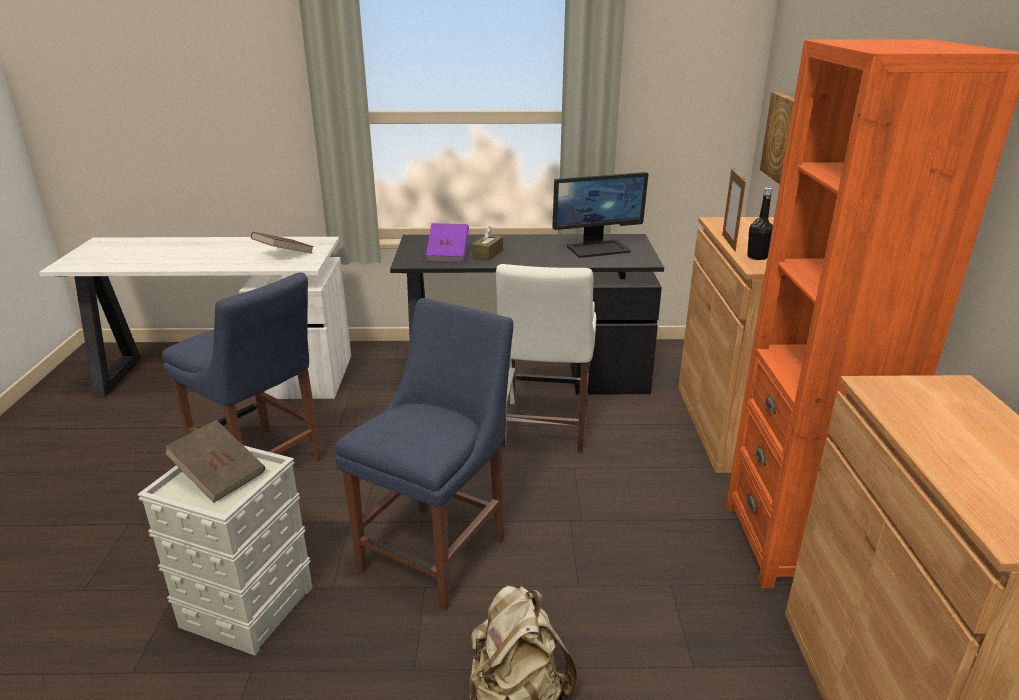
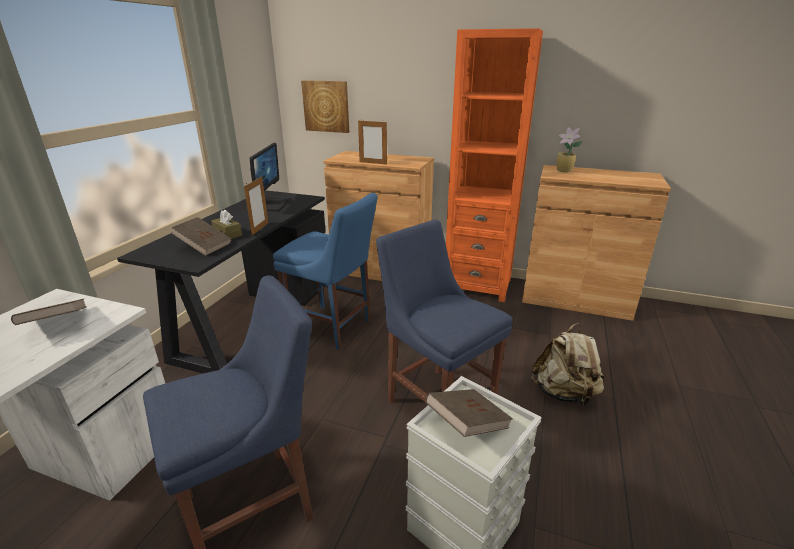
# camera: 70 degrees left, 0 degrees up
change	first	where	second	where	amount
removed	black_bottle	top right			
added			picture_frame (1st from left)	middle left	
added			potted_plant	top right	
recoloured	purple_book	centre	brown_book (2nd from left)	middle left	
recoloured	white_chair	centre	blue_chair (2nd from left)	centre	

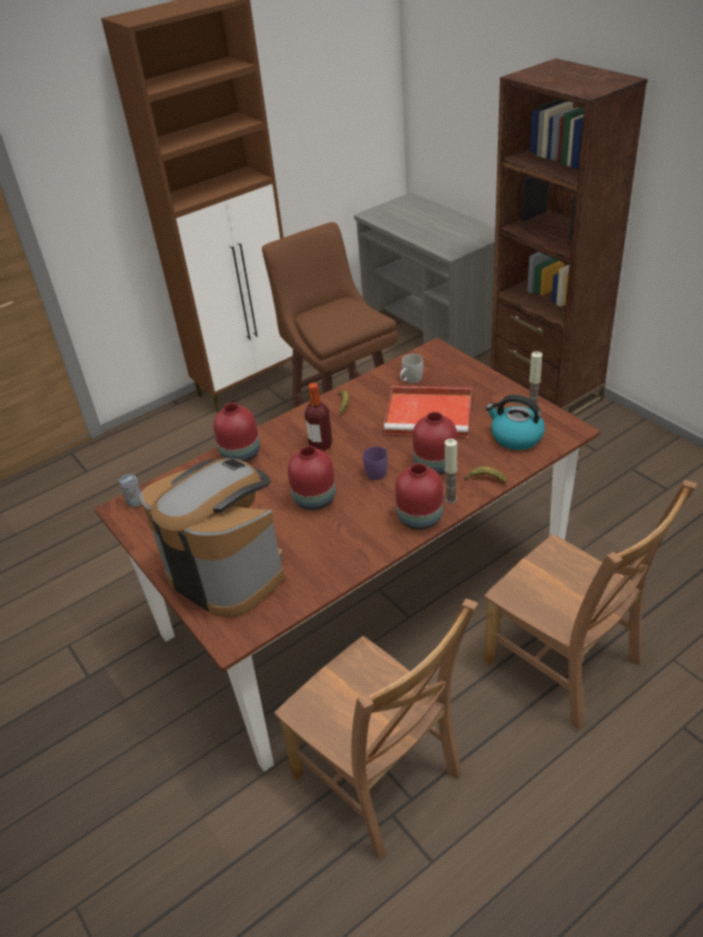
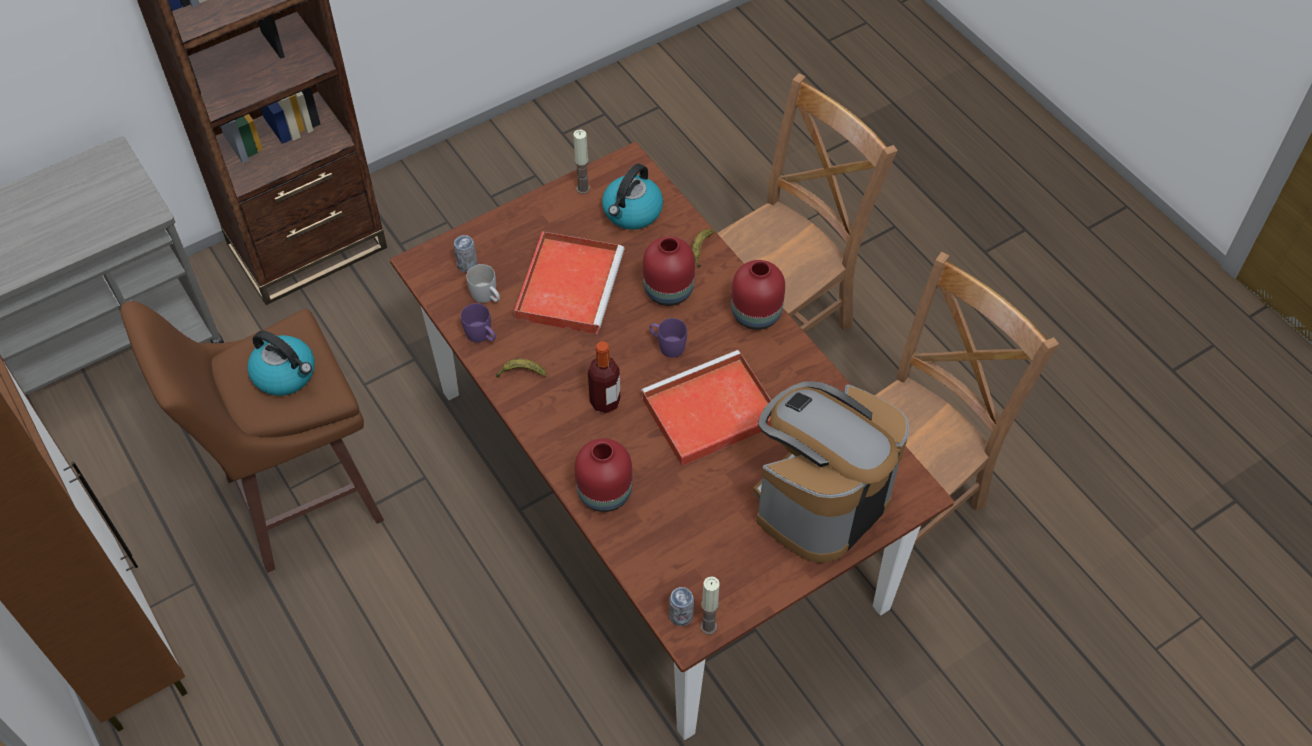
# camera: 90 degrees left, 15 degrees up
change	first	where	second	where	amount
added			kettle (1st from left)	middle left	
added			can (1st from left)	centre	
added			purple_mug (1st from left)	centre	
moved	candle (1st from left in the first image)	centre	candle (2nd from left)	bottom centre	
replaced	red_vase (2nd from left)	centre	red_tray (2nd from left)	centre	

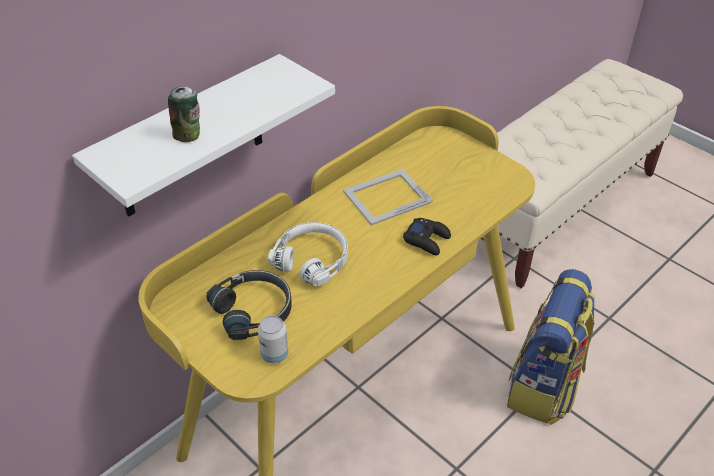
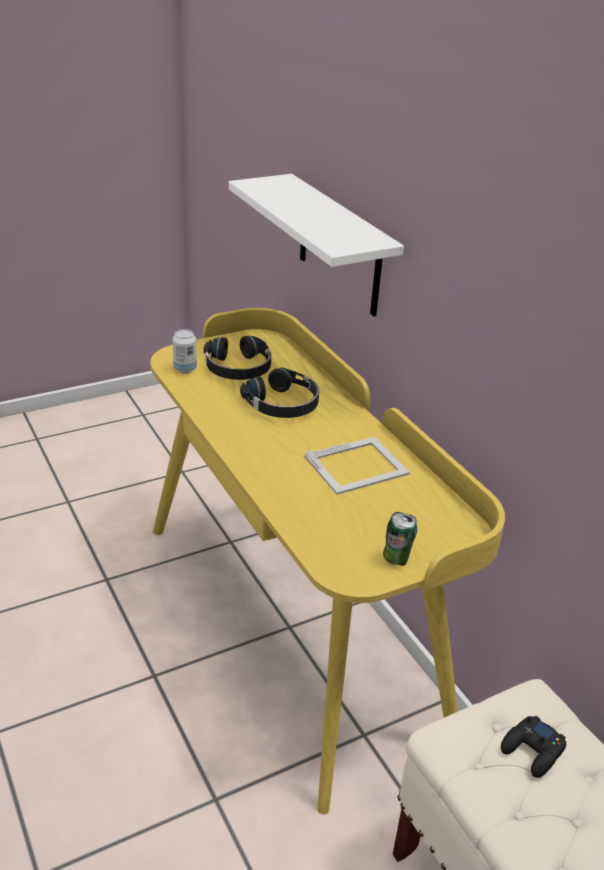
# camera: 105 degrees right, 10 degrees down
change	first	where	second	where	amount
removed	backpack	bottom right			
moved	can (1st from left in the first image)	top left	can (2nd from left)	centre	
moved	black_game_controller	centre		bottom right	
recoloured	white_headphones	centre	black_headphones (2nd from left)	centre	
turned	picture_frame	centre		centre	75 degrees clockwise

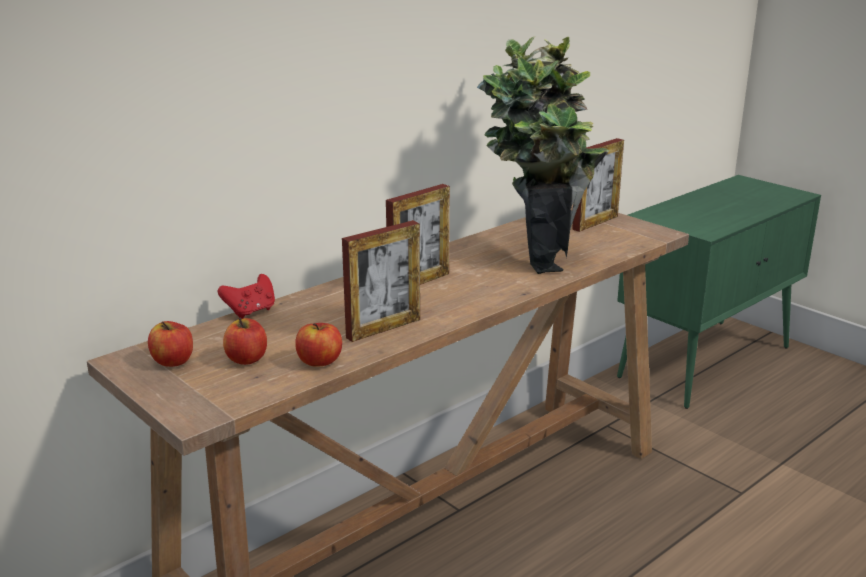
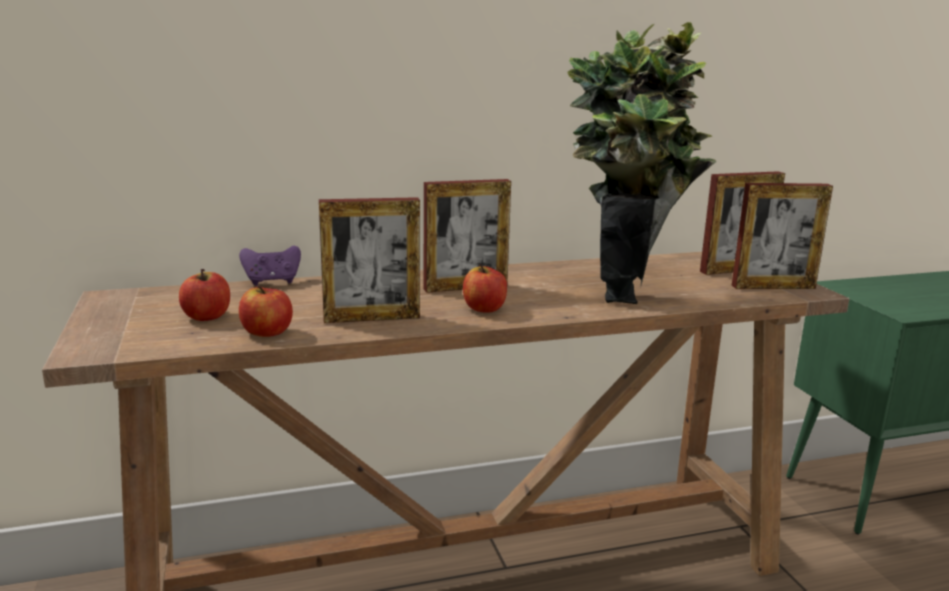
# camera: 25 degrees right, 5 degrees down
change	first	where	second	where	amount
added			picture_frame (4th from left)	middle right	
moved	apple (1st from left in the first image)	middle left	apple (3rd from left)	centre	
recoloured	red_game_controller	middle left	purple_game_controller	middle left	

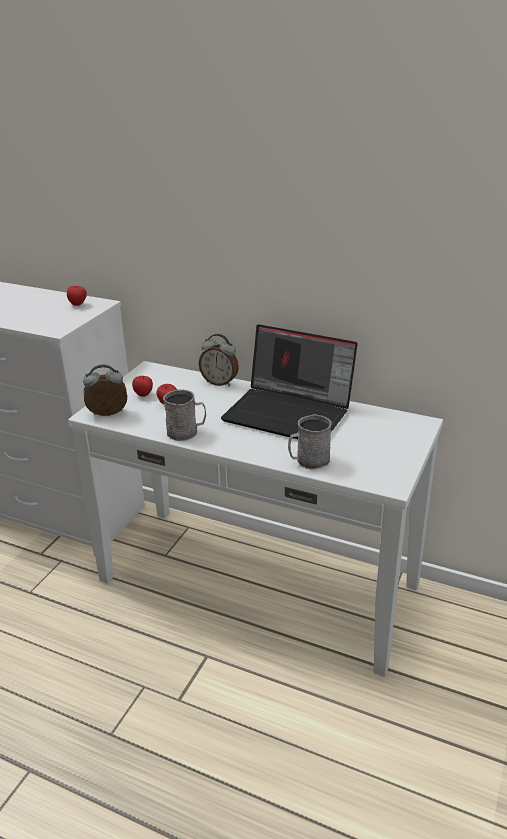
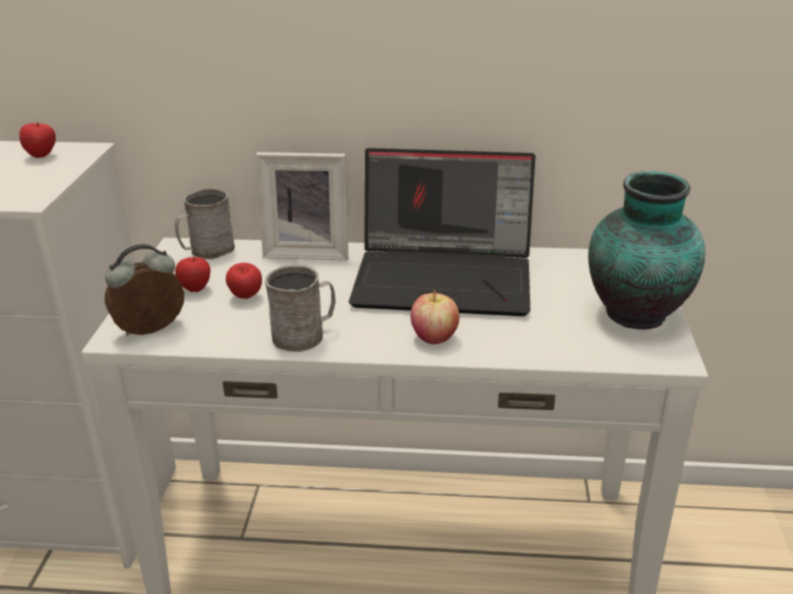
# camera: 20 degrees left, 0 degrees up
change	first	where	second	where	amount
added			apple (4th from left)	centre	
added			vase	middle right	
moved	grey_mug (2nd from left in the first image)	centre	grey_mug (1st from left)	middle left	
replaced	alarm_clock (2nd from left)	centre	picture_frame	centre	

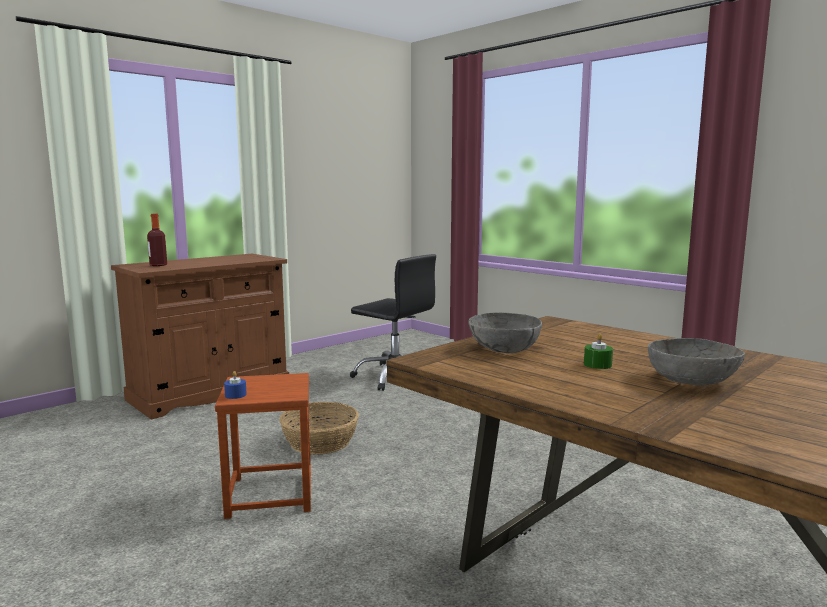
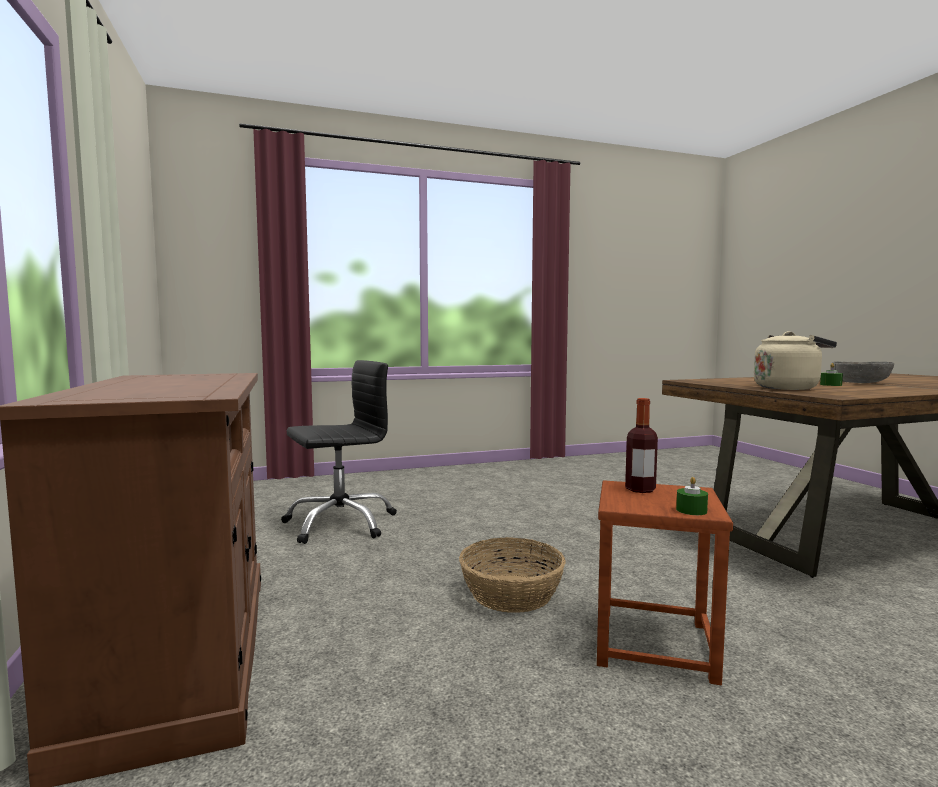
# camera: 65 degrees left, 5 degrees down
change	first	where	second	where	amount
moved	bottle	middle left		middle right	
replaced	grey_bowl (1st from left)	centre	beige_kettle	middle right	
recoloured	blue_candle	middle left	green_candle (1st from left)	middle right	

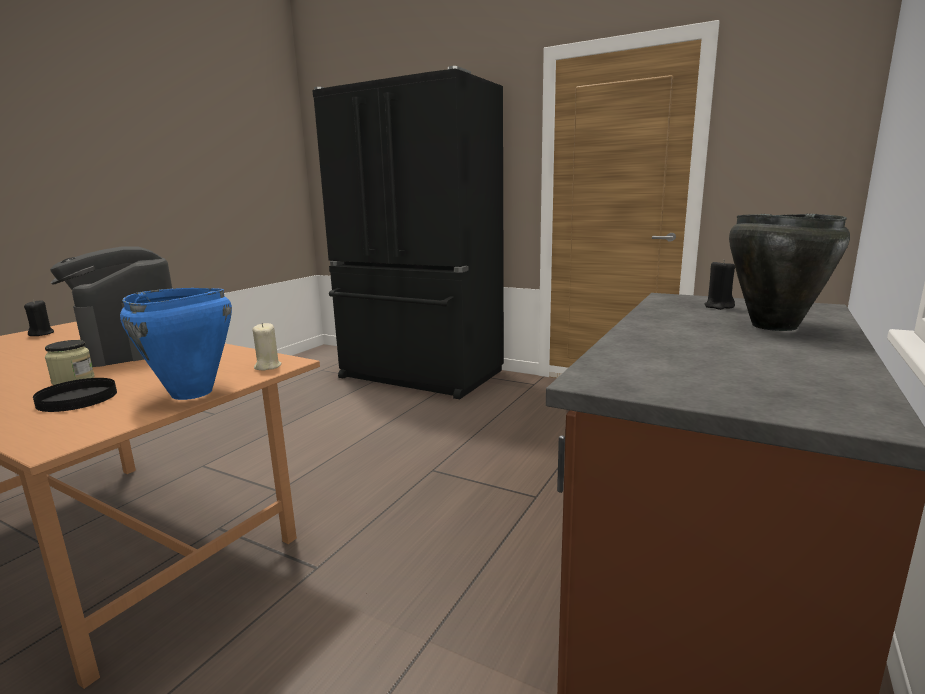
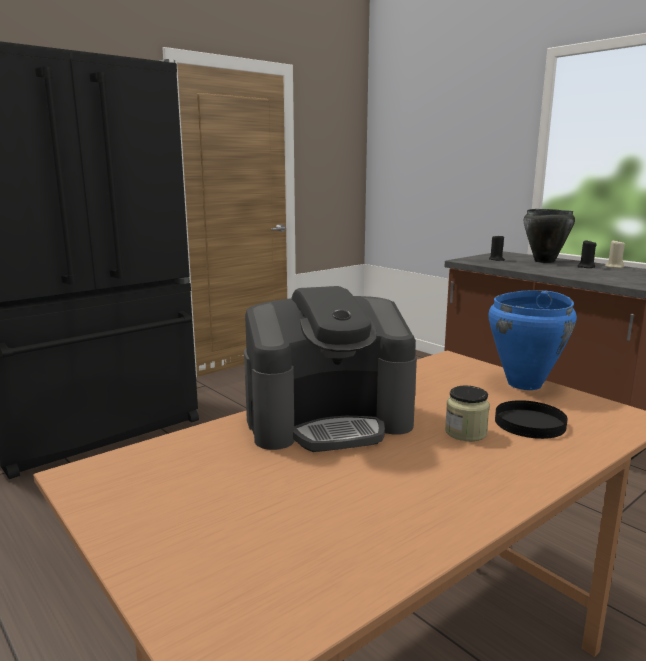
# camera: 70 degrees left, 0 degrees up
change	first	where	second	where	amount
moved	black_candle (1st from left in the first image)	middle left	black_candle (2nd from left)	middle right	
moved	beige_candle	middle left		middle right	

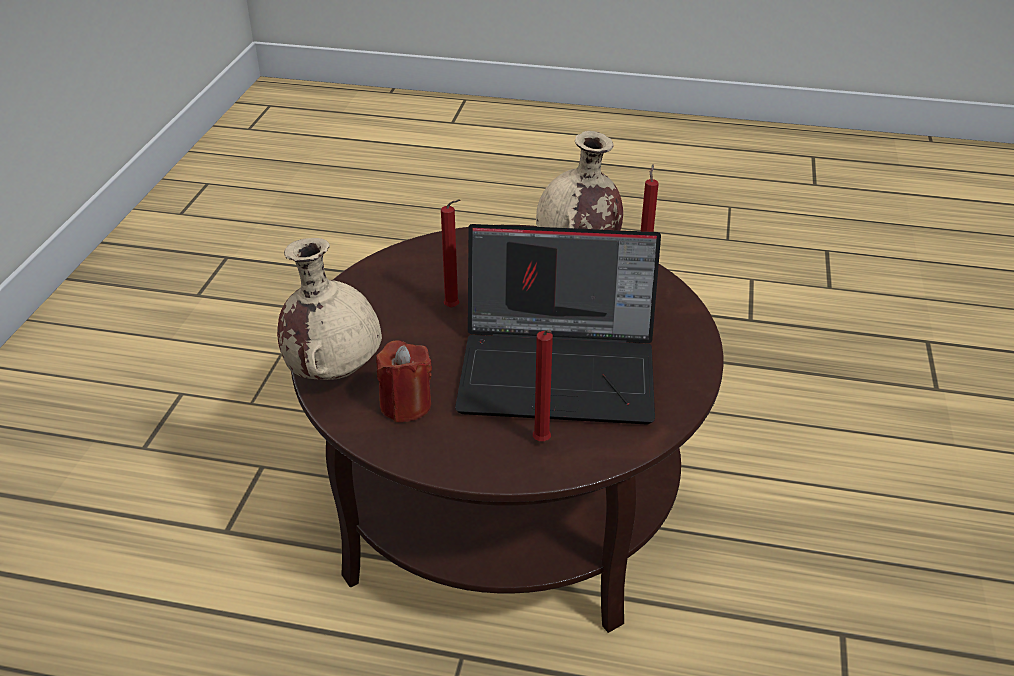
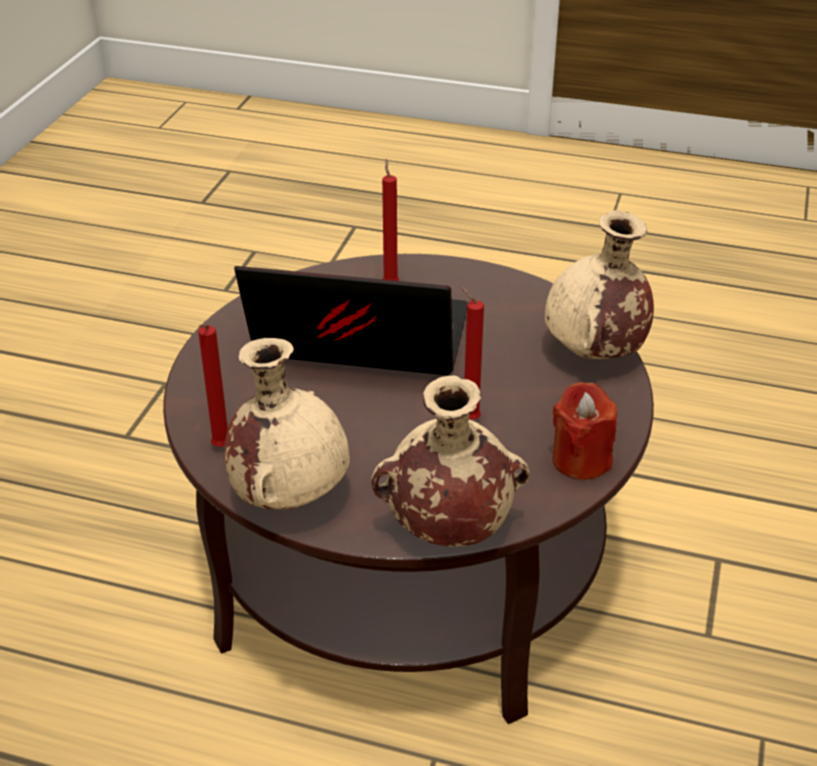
# camera: 175 degrees left, 0 degrees up
change	first	where	second	where	amount
added			beige_vase (2nd from left)	centre	
moved	red_candle (1st from left in the first image)	centre	red_candle (4th from left)	middle right	

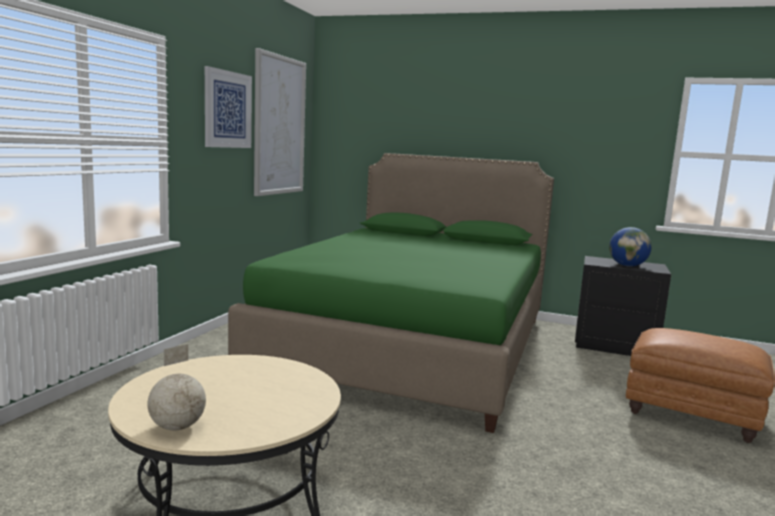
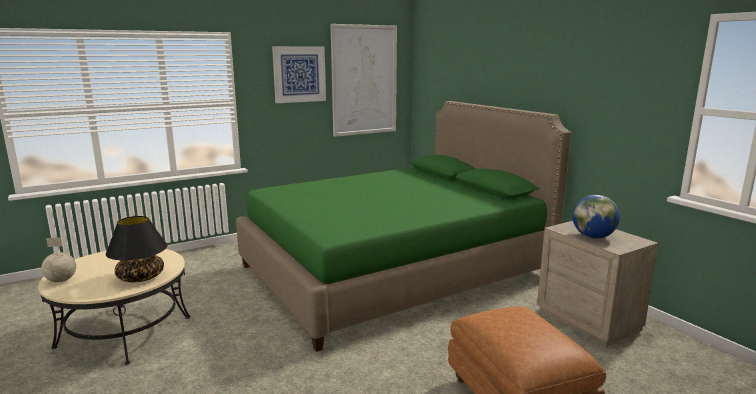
# camera: 40 degrees right, 5 degrees up
change	first	where	second	where	amount
added			black_table_lamp	middle left	
recoloured	black_nightstand	middle right	beige_nightstand	bottom right	

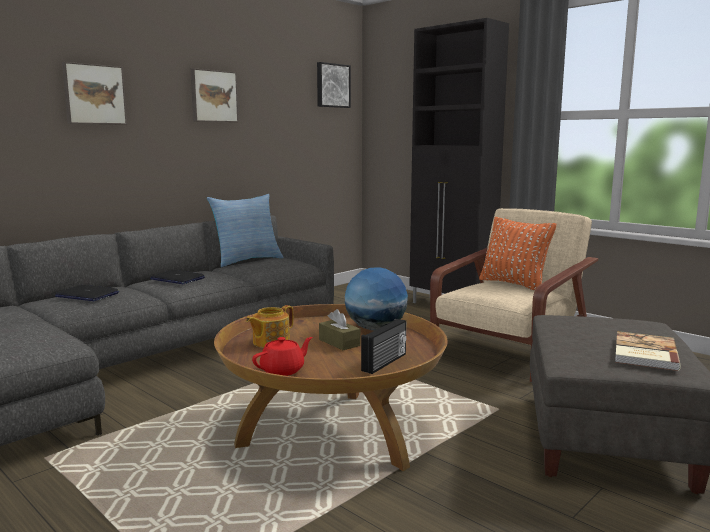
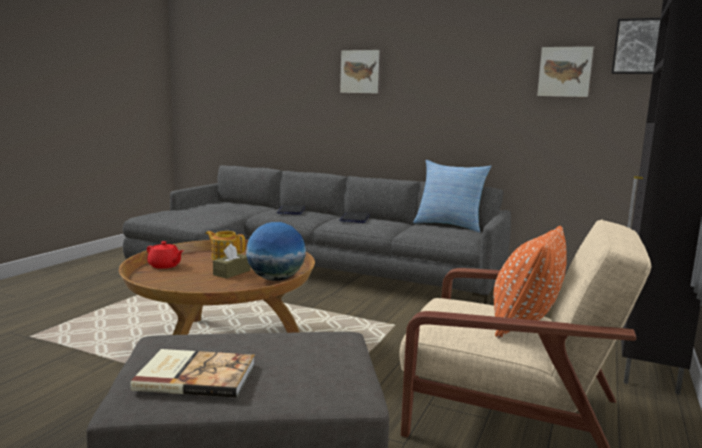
# camera: 70 degrees right, 0 degrees up
change	first	where	second	where	amount
removed	radio	centre			
moved	picture (2nd from left)	top left		top right	

